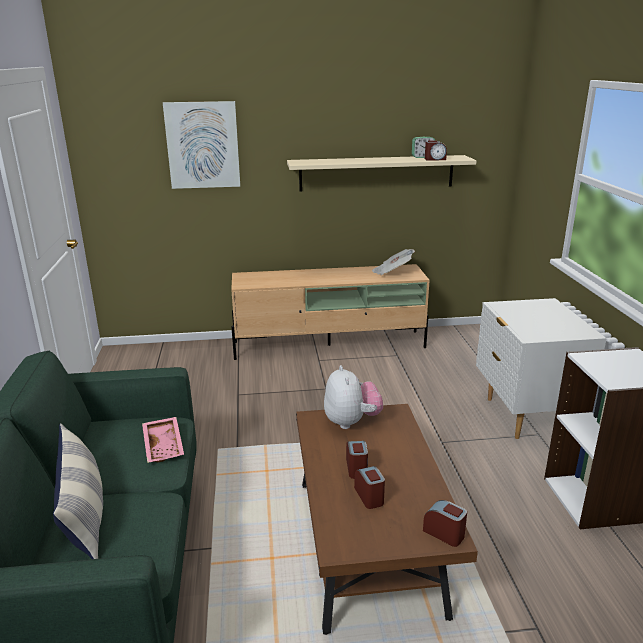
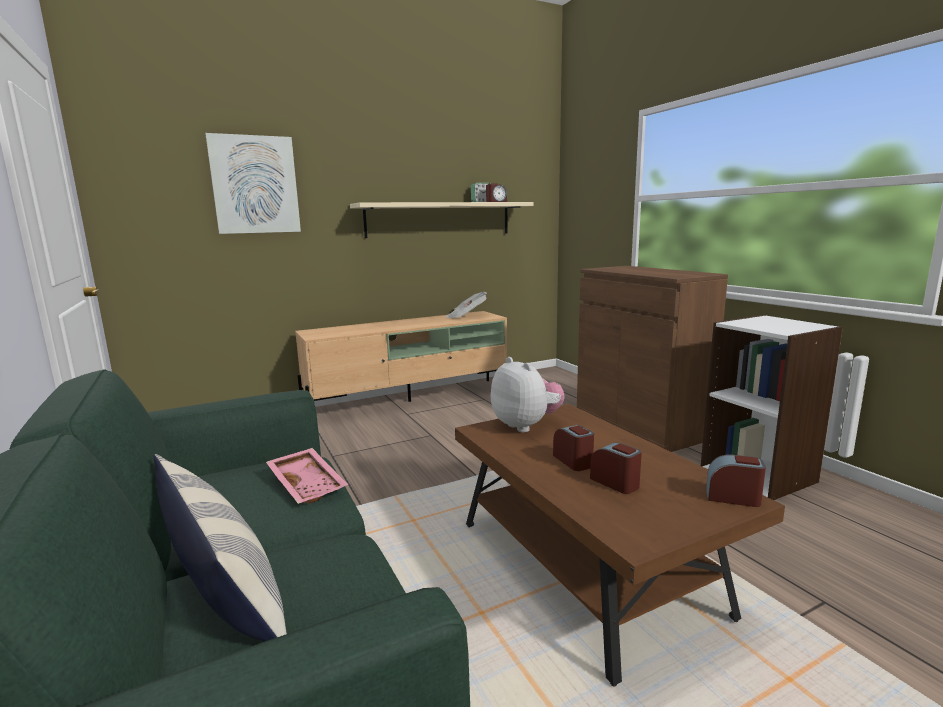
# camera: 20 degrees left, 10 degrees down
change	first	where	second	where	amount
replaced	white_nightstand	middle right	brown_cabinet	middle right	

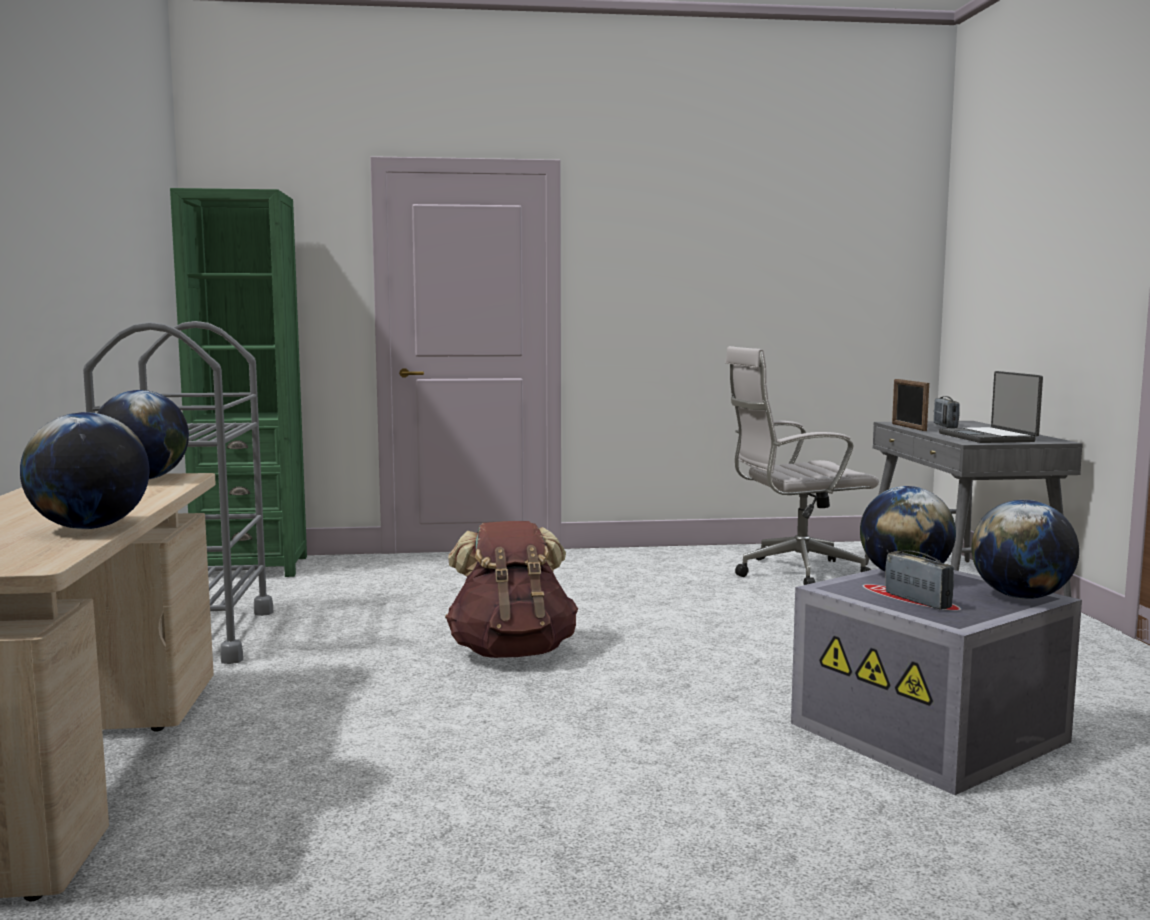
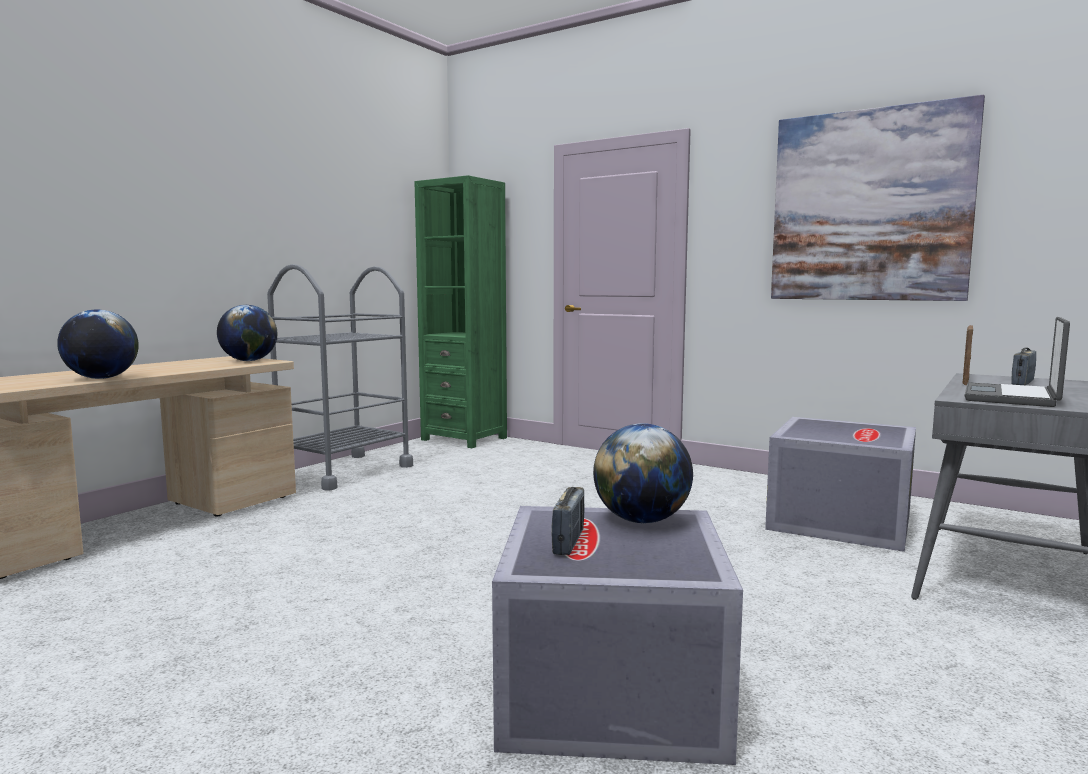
# camera: 40 degrees right, 0 degrees up
change	first	where	second	where	amount
removed	brown_backpack	centre			
removed	globe (4th from left)	middle right			
added			picture	top right	
replaced	white_office_chair	middle right	grey_storage_box (2nd from left)	middle right	

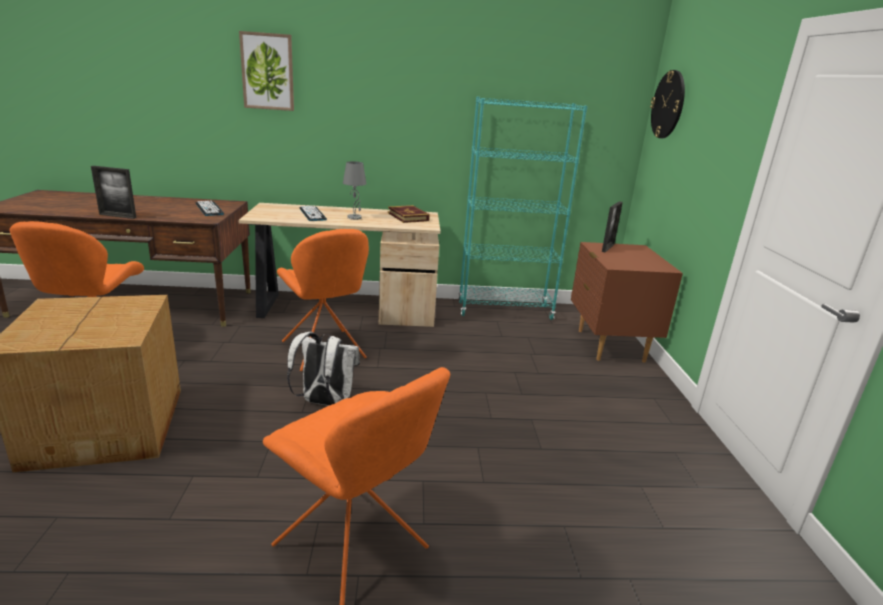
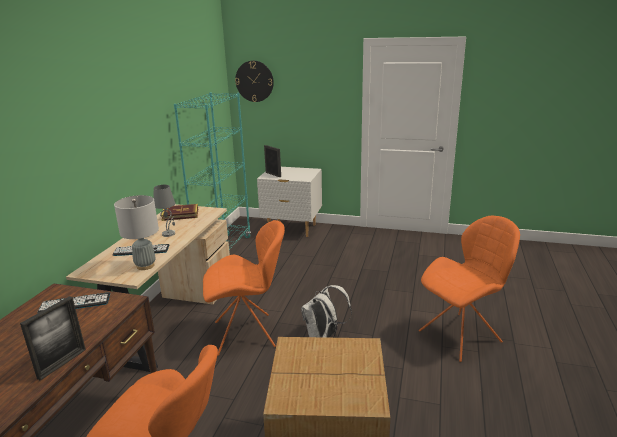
# camera: 70 degrees left, 0 degrees up
change	first	where	second	where	amount
removed	picture	top left			
added			grey_table_lamp (1st from left)	middle left	
recoloured	brown_nightstand	middle right	white_nightstand	centre	

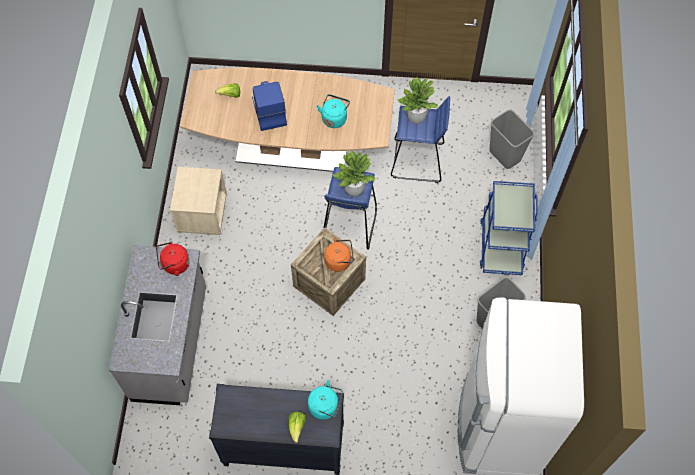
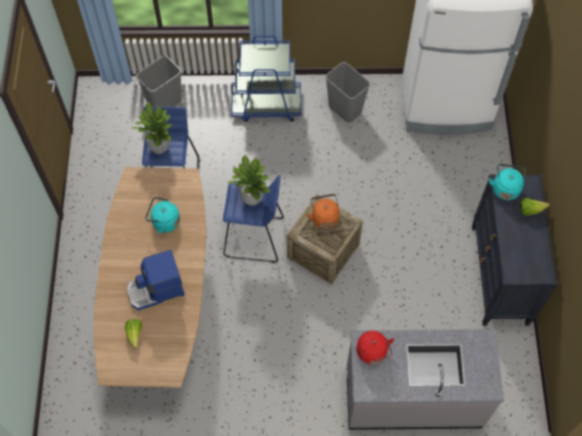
# camera: 95 degrees left, 0 degrees up
change	first	where	second	where	amount
removed	beige_nightstand	middle left			

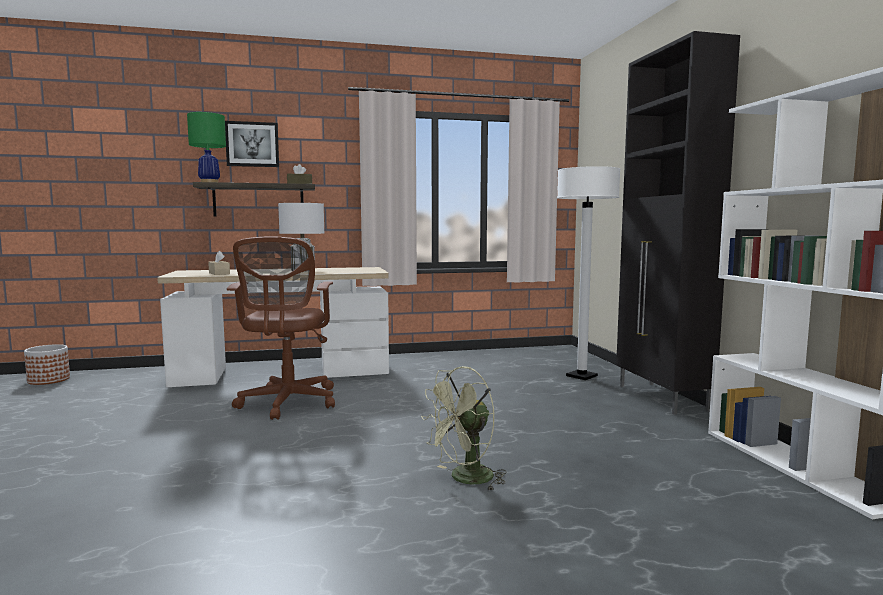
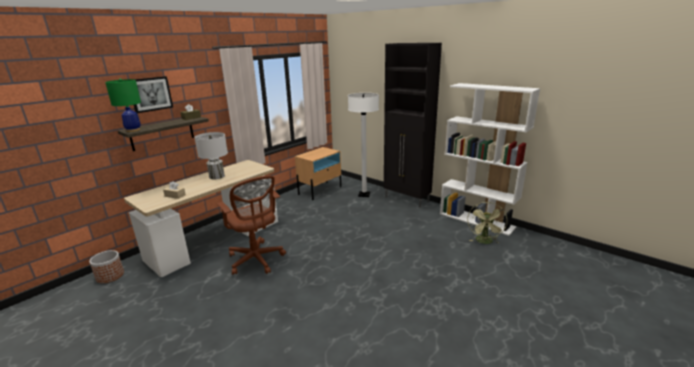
# camera: 35 degrees left, 15 degrees up
change	first	where	second	where	amount
added			beige_nightstand	centre	
moved	planter	middle left		bottom left	
moved	green_fan	bottom centre		middle right	

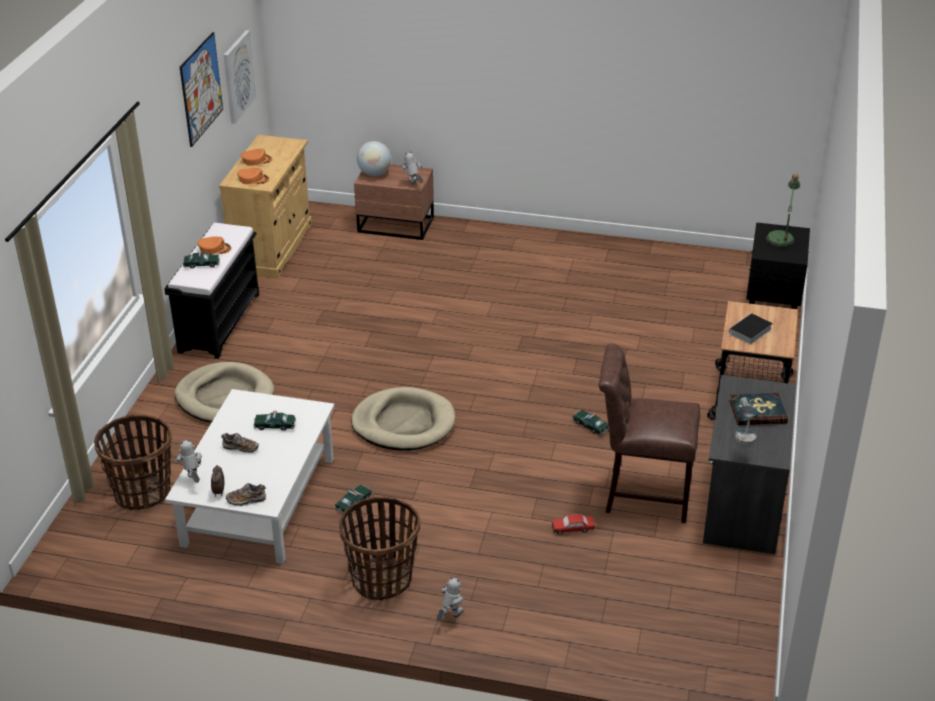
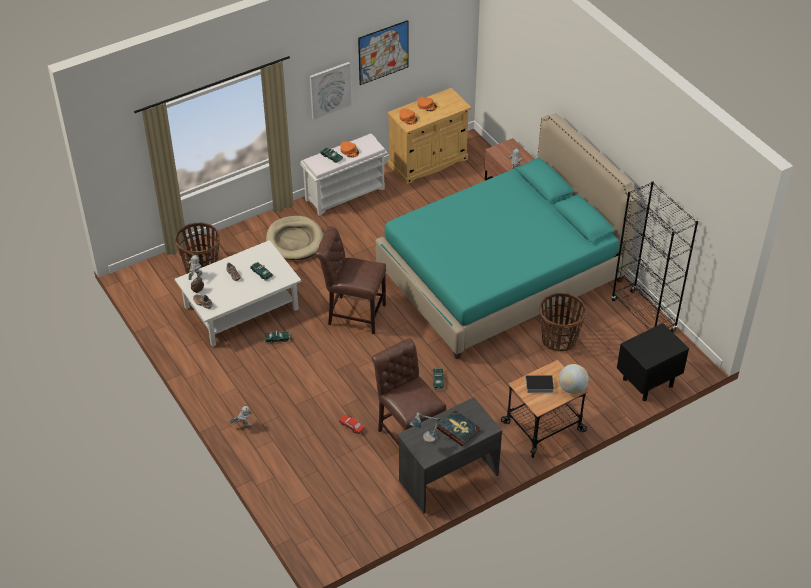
# camera: 45 degrees right, 10 degrees up
change	first	where	second	where	amount
removed	table_lamp (2nd from left)	top right			
added			turquoise_bed	centre	
added			black_bookcase	middle right	
moved	picture (2nd from left in the first image)	top left	picture (1st from left)	top centre	
moved	basket (2nd from left)	bottom centre		middle right	
moved	globe	top centre		middle right	
replaced	beige_dog_bed (2nd from left)	centre	brown_chair (1st from left)	centre	
recoloured	black_bench	middle left	white_bench	top centre	

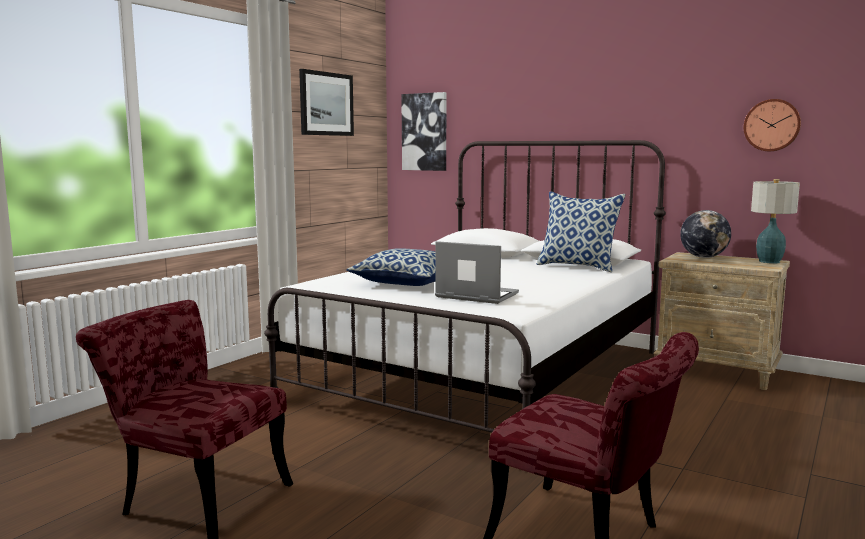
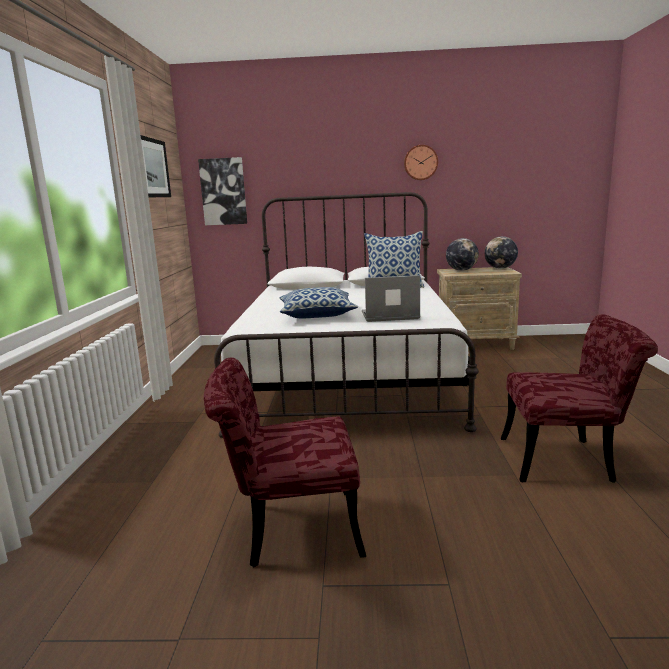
# camera: 30 degrees left, 5 degrees up
change	first	where	second	where	amount
moved	wall_clock	top right		top centre	
replaced	table_lamp	middle right	globe (2nd from left)	middle right	

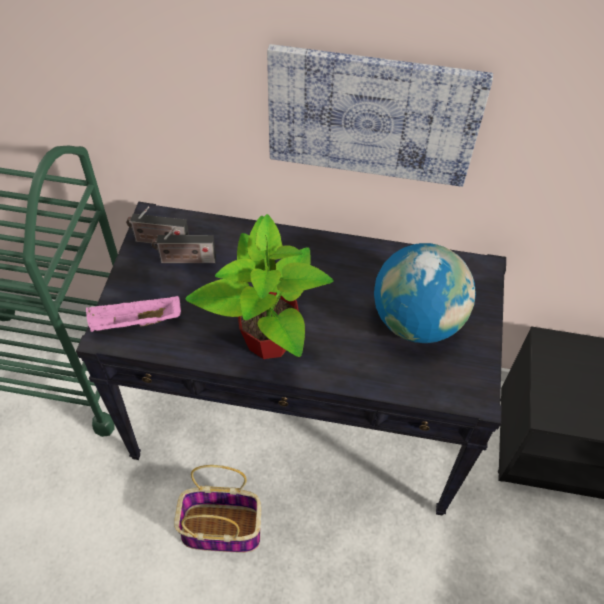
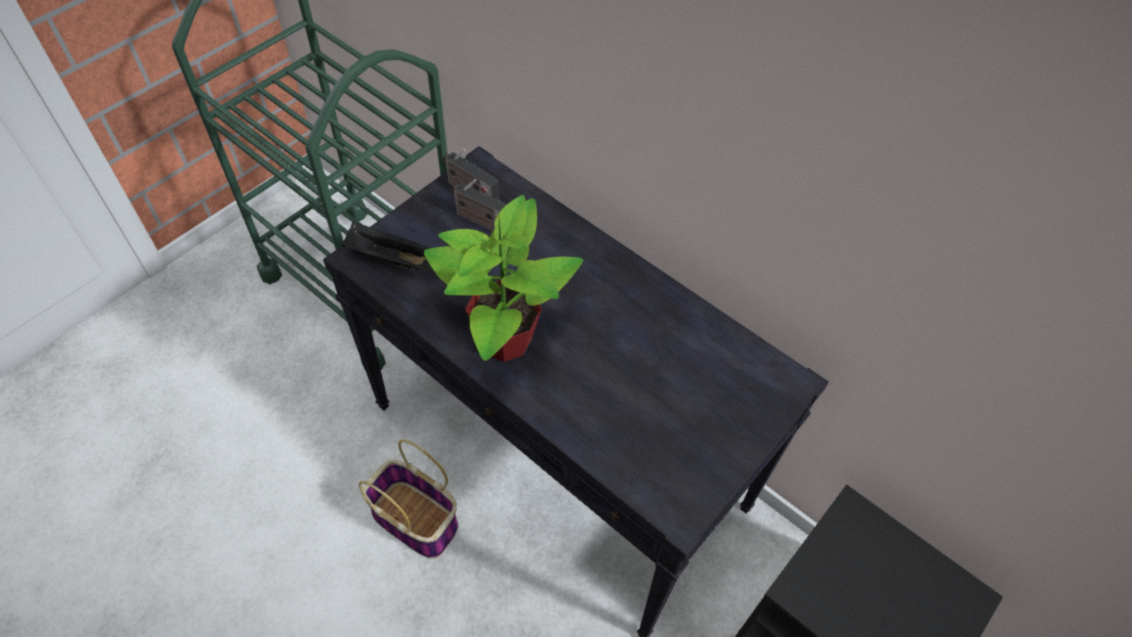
# camera: 30 degrees right, 0 degrees up
change	first	where	second	where	amount
removed	picture	top centre			
removed	globe	middle right			
recoloured	pink_tray	middle left	black_tray	centre	

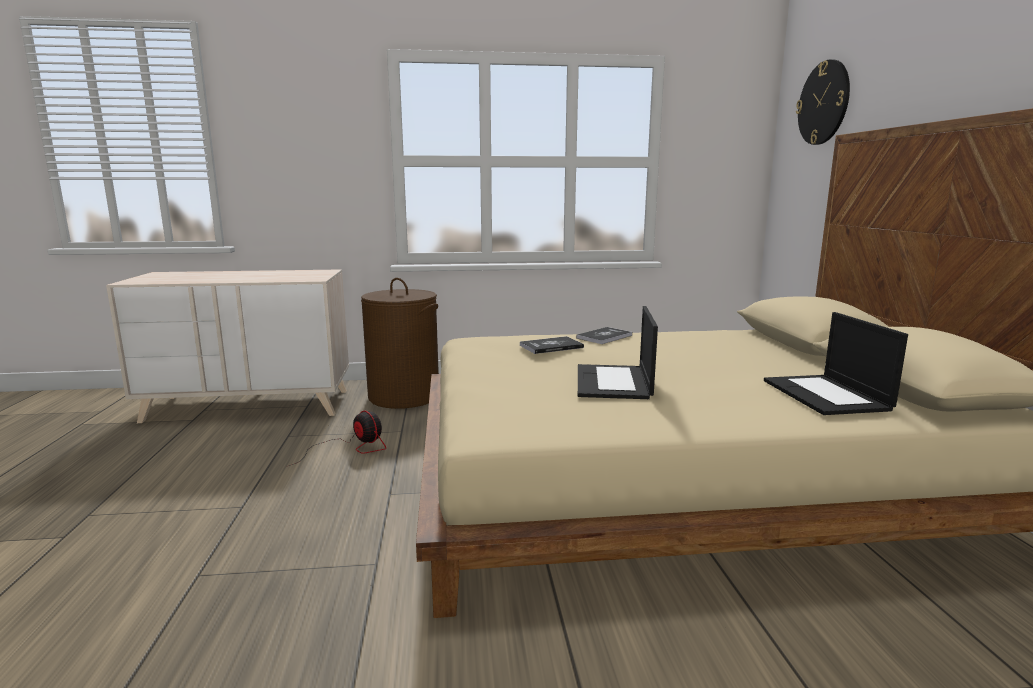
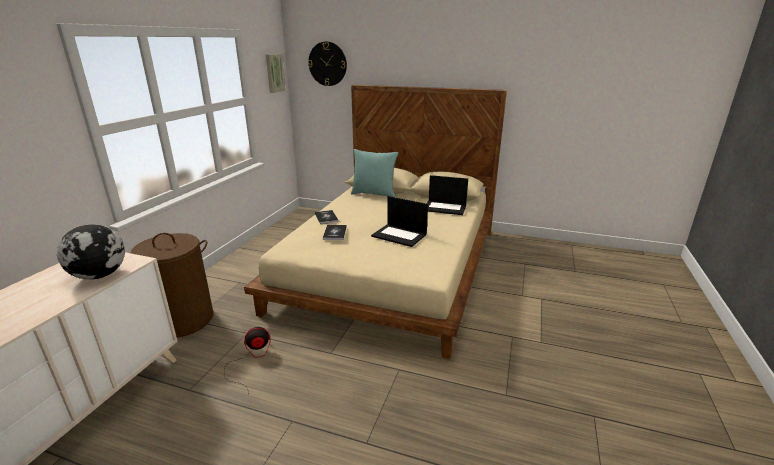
# camera: 65 degrees left, 10 degrees up
change	first	where	second	where	amount
added			globe	middle left	
added			picture	top centre	
added			turquoise_pillow	centre	

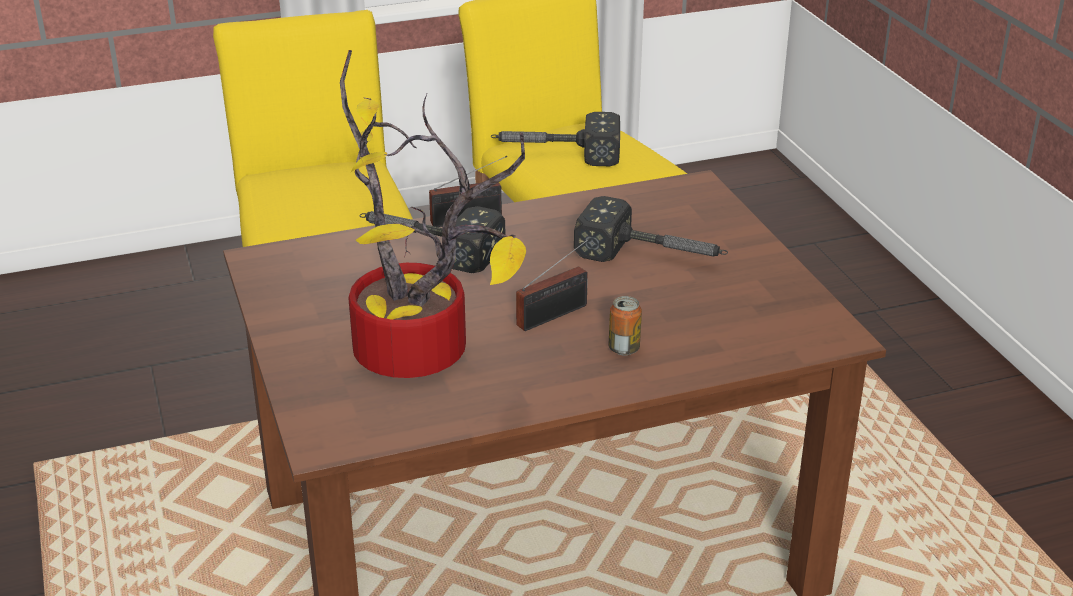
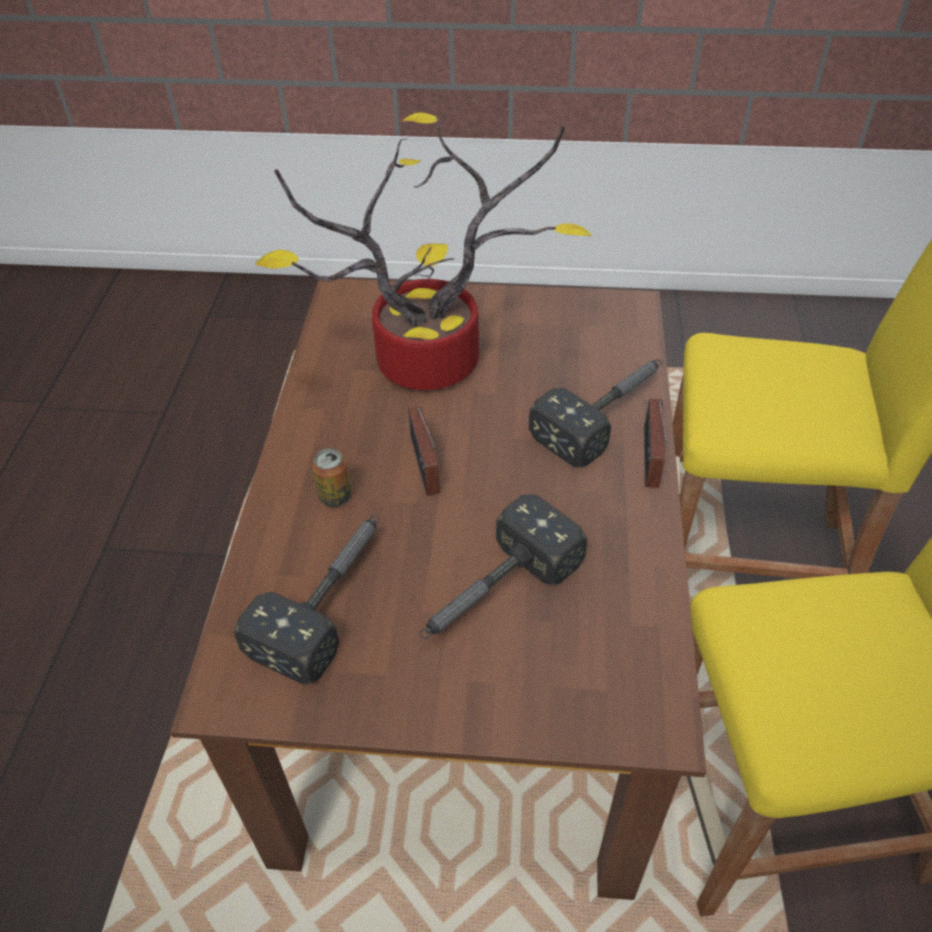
# camera: 115 degrees right, 15 degrees up
change	first	where	second	where	amount
moved	hammer (2nd from left in the first image)	top centre	hammer (1st from left)	middle left	

